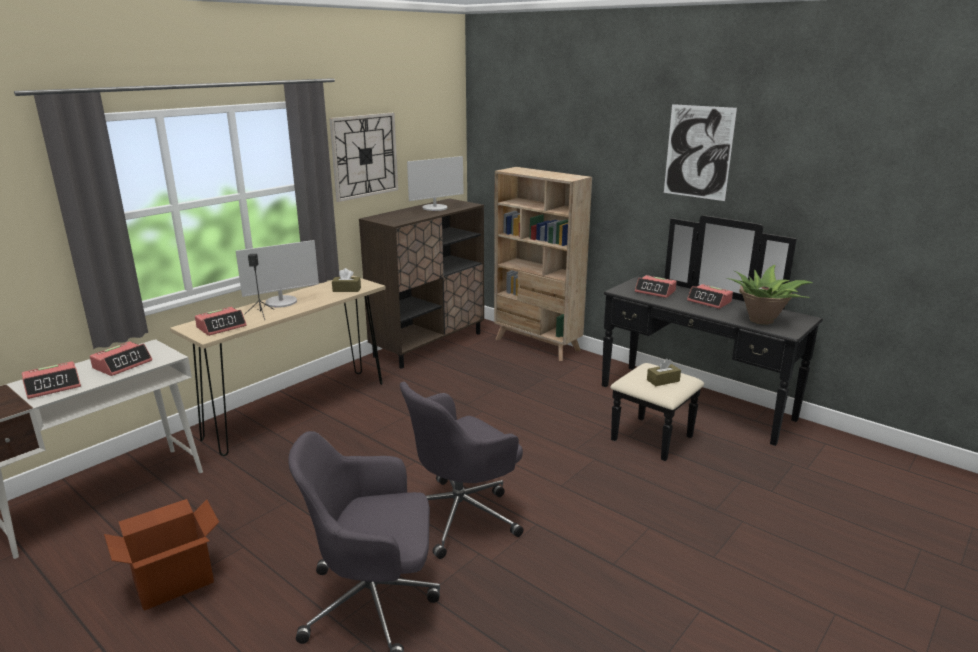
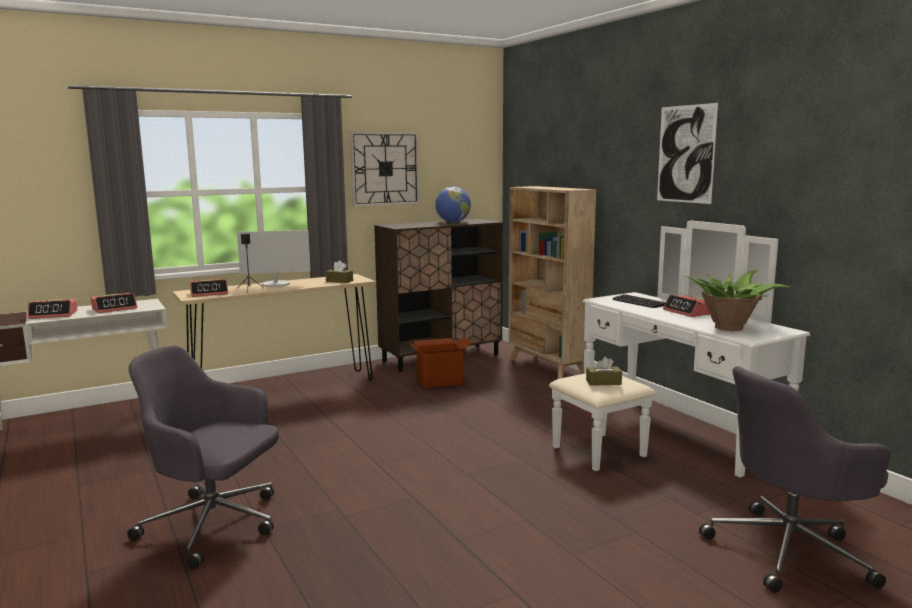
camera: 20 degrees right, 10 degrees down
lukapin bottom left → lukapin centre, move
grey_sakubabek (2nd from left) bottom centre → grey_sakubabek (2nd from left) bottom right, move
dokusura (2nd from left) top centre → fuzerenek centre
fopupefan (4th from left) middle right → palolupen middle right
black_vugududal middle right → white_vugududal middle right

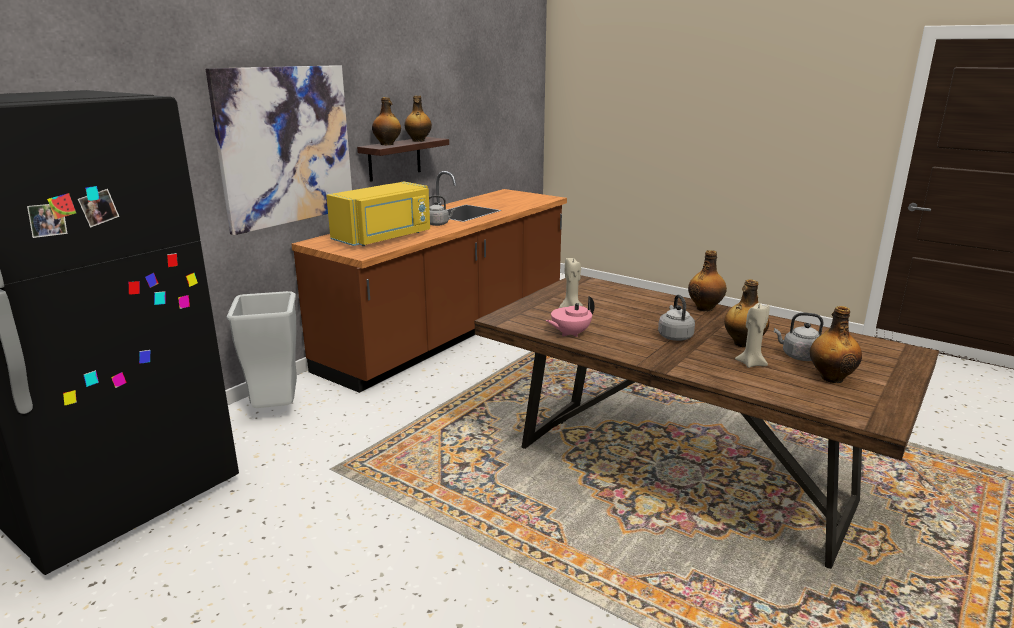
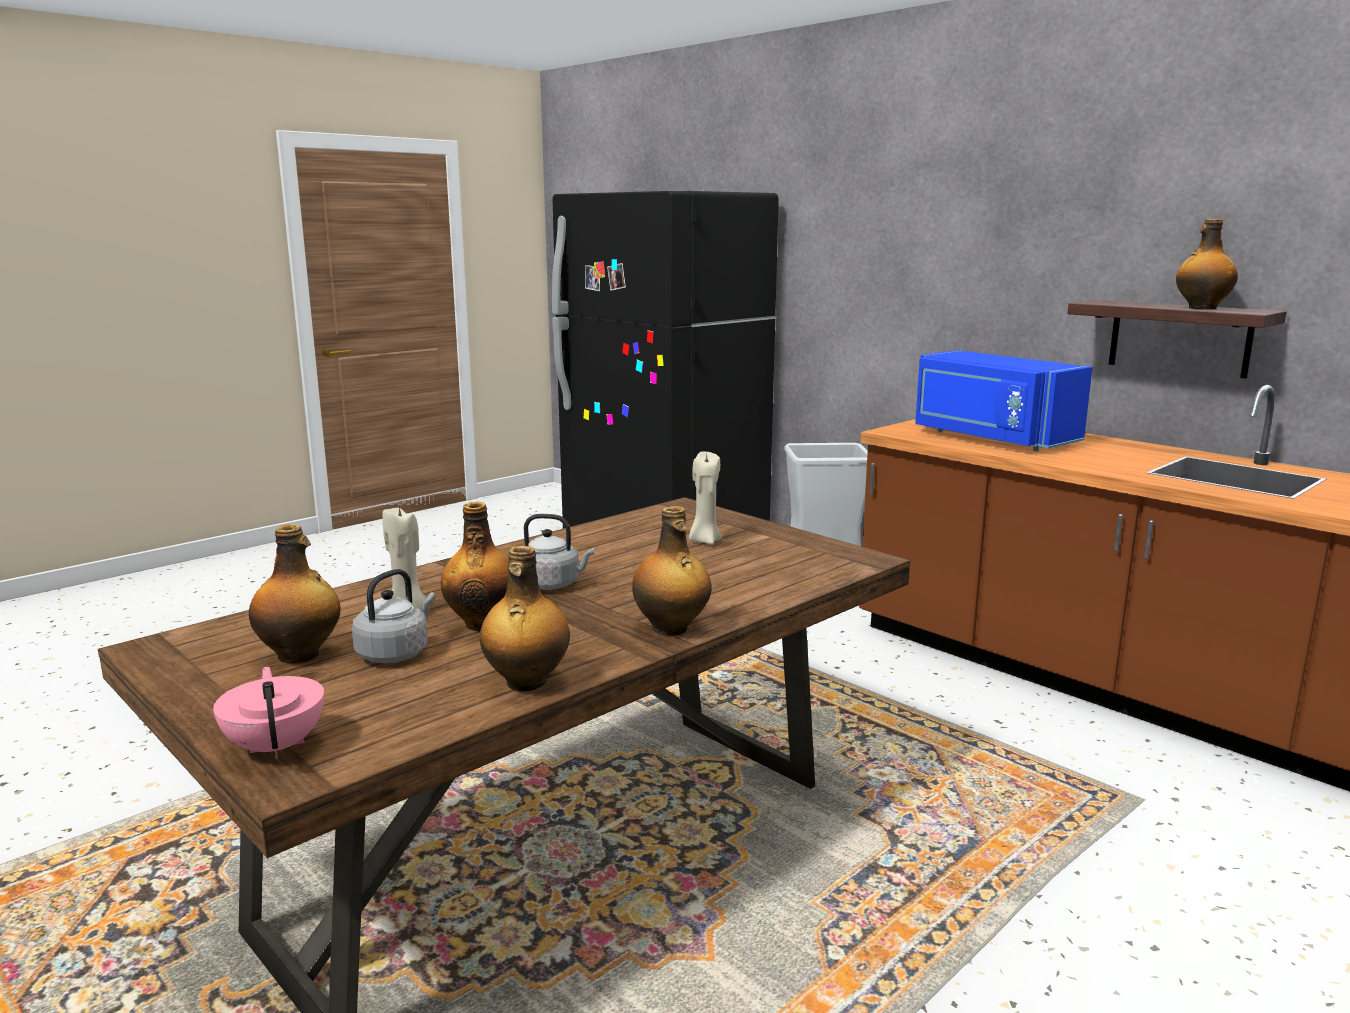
camera: 100 degrees right, 5 degrees down
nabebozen top left → -
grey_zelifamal (1st from left) centre → -
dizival (1st from left in the first image) top centre → dizival (3rd from left) centre, move
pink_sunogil centre → pink_sunogil bottom left, move
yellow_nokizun centre → blue_nokizun middle right

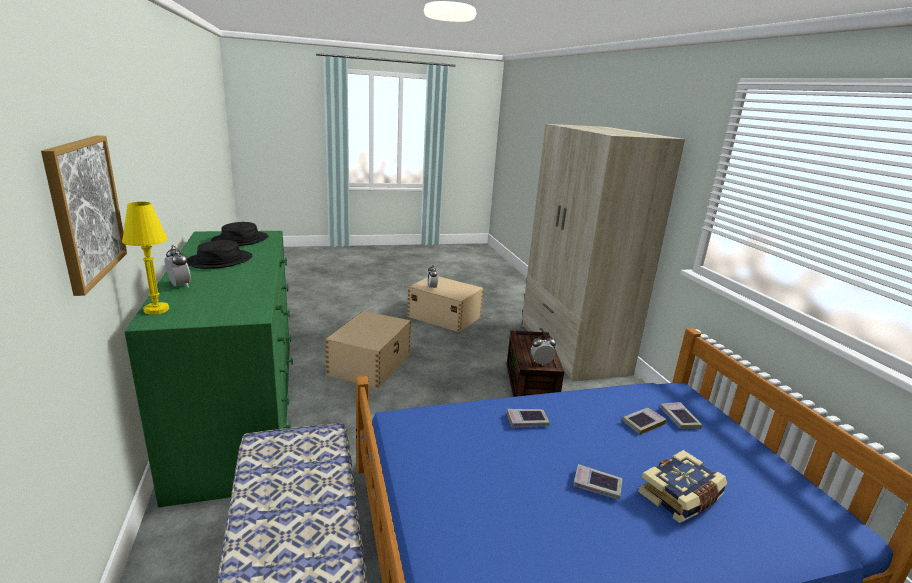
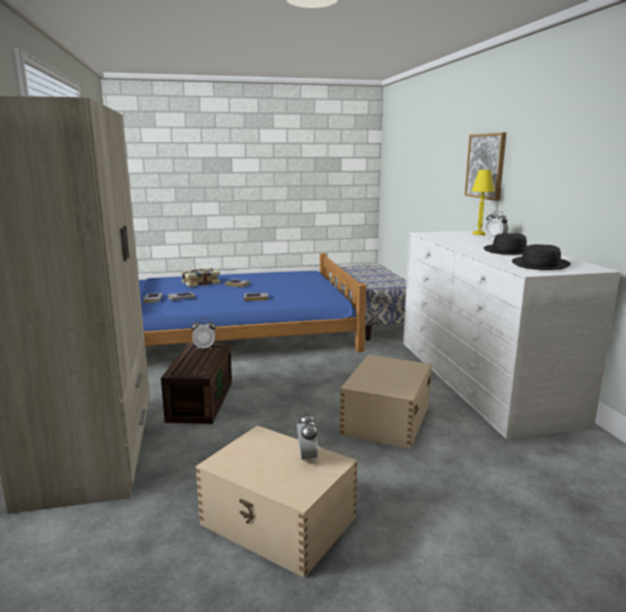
camera: 175 degrees left, 5 degrees down
green_vugududal middle left → white_vugududal middle right

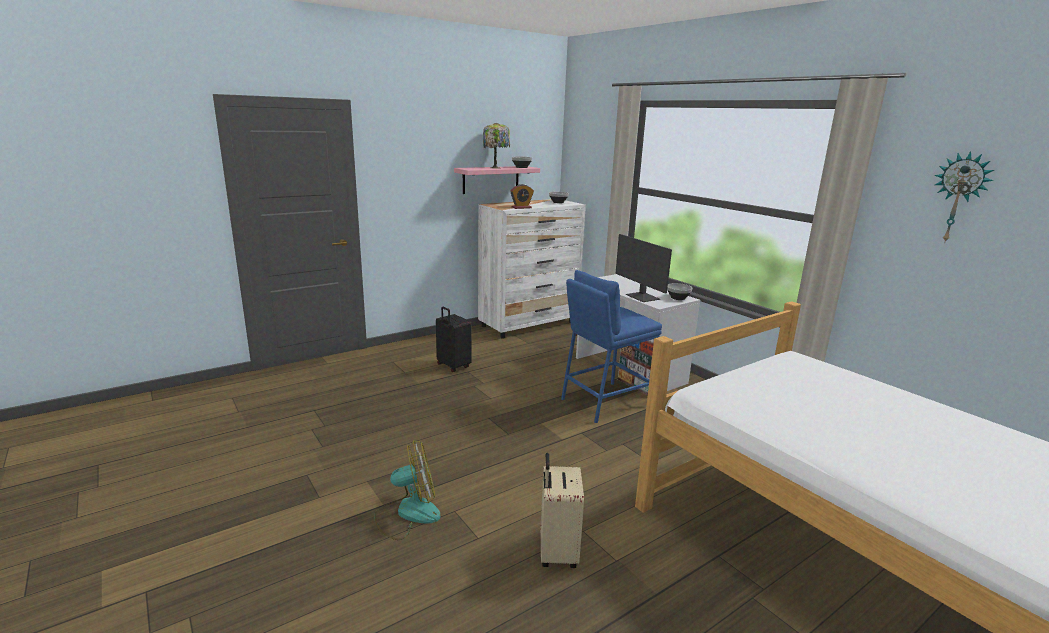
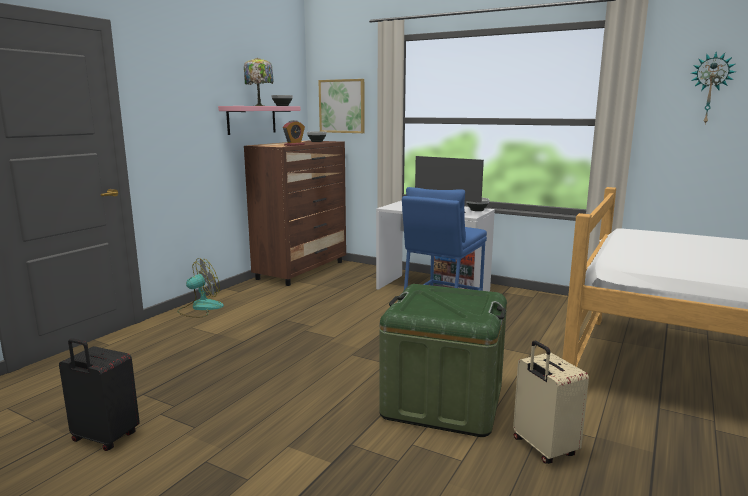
camera: 25 degrees left, 5 degrees down
- → nabebozen top centre
- → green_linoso bottom centre
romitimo bottom centre → romitimo middle left, move
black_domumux centre → black_domumux bottom left, move
white_vugududal centre → brown_vugududal centre

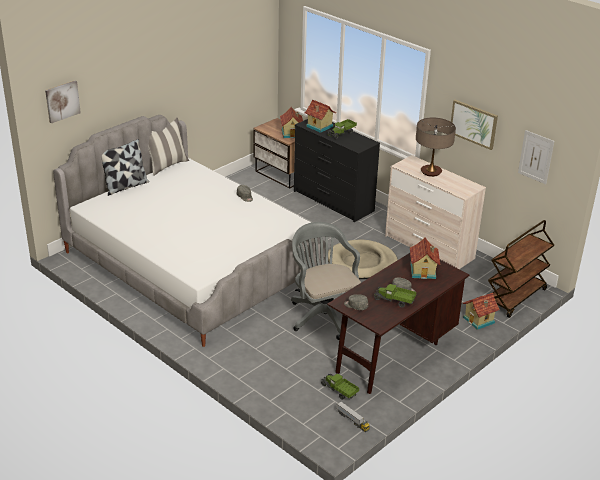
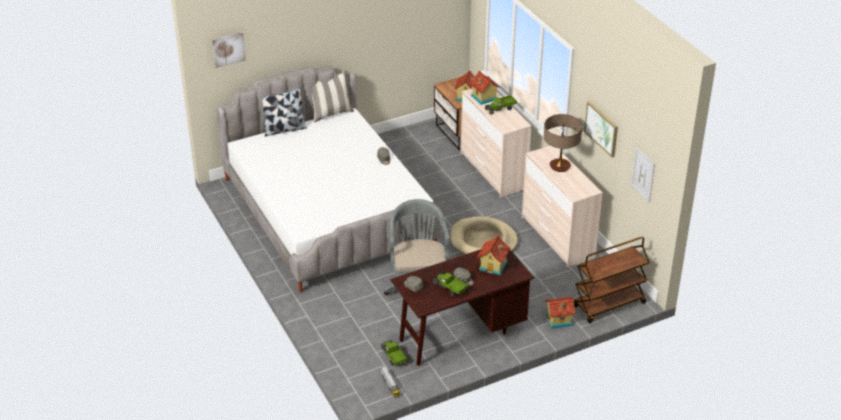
camera: 20 degrees right, 5 degrees up
black_vugududal centre → beige_vugududal (1st from left) centre

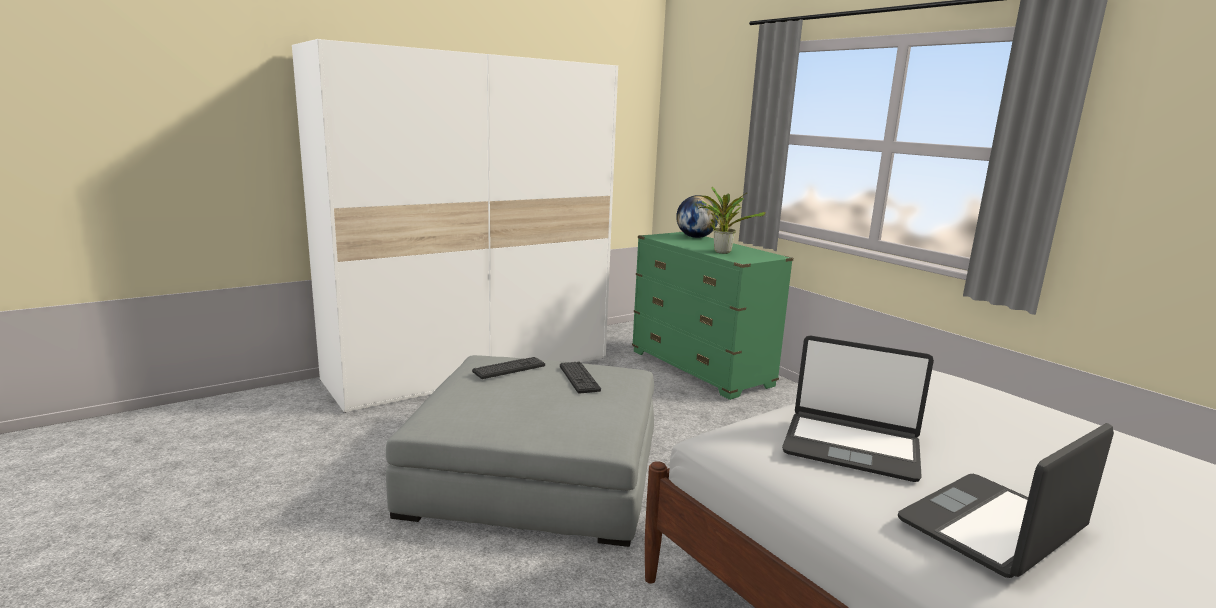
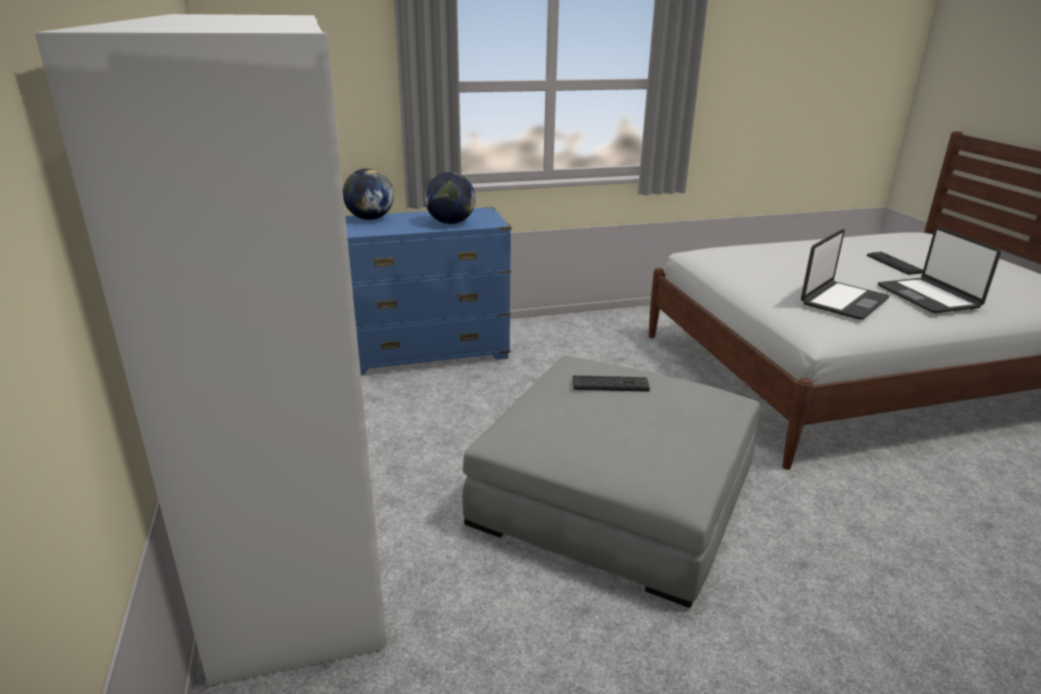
camera: 70 degrees left, 10 degrees up
palolupen (1st from left in the first image) centre → palolupen (2nd from left) middle right, move
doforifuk centre → fuzerenek (2nd from left) top centre
green_vugududal centre → blue_vugududal centre

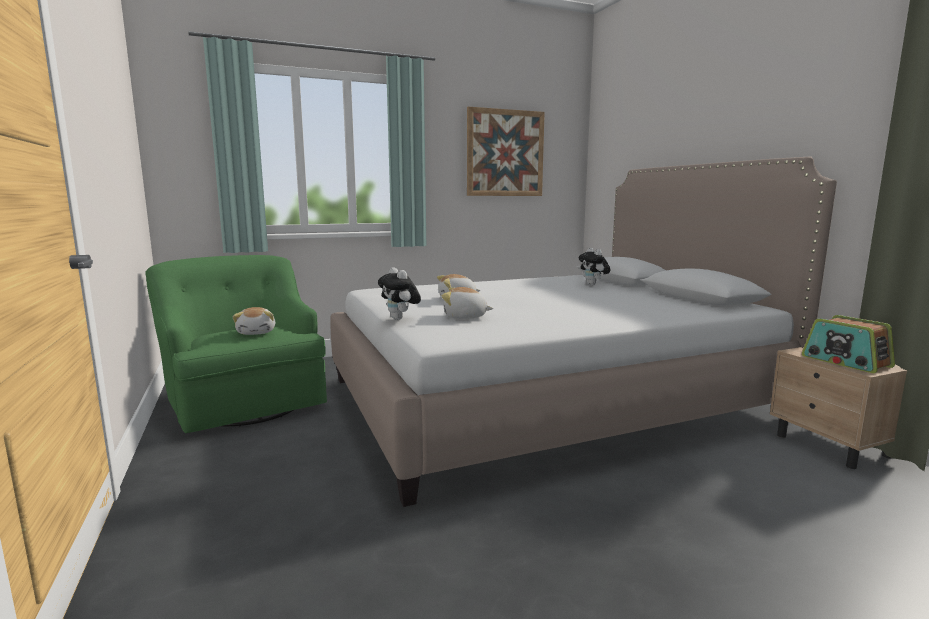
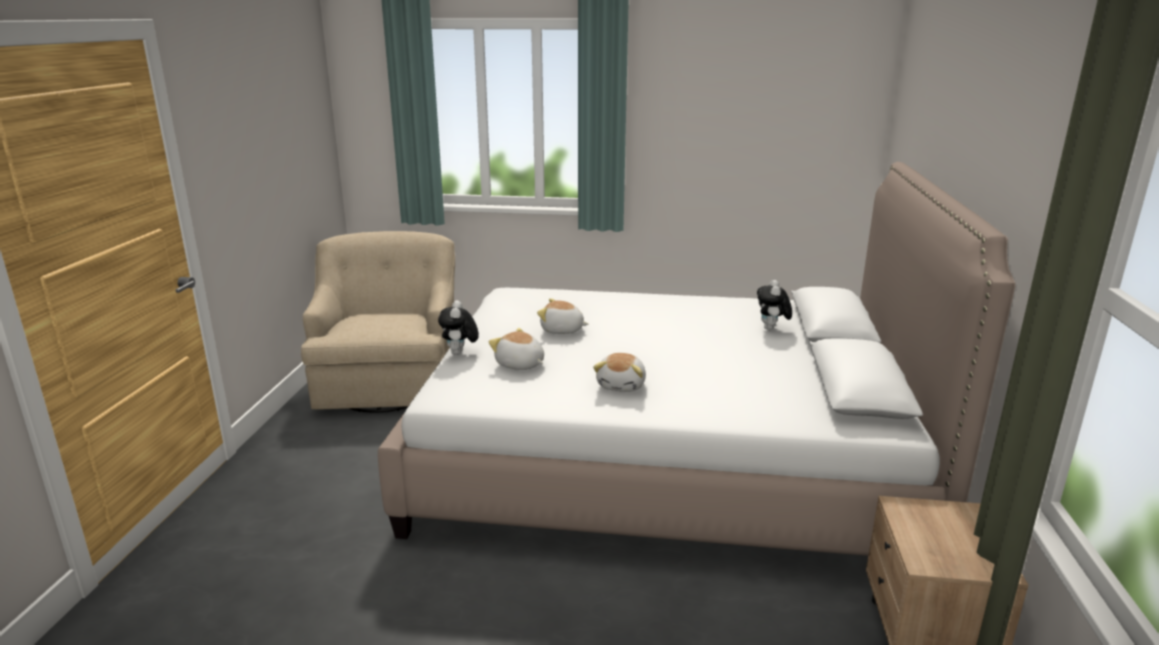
camera: 30 degrees right, 10 degrees up
nabebozen top centre → -
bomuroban middle right → -
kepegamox (1st from left in the first image) middle left → kepegamox (4th from left) centre, move
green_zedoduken middle left → beige_zedoduken middle left

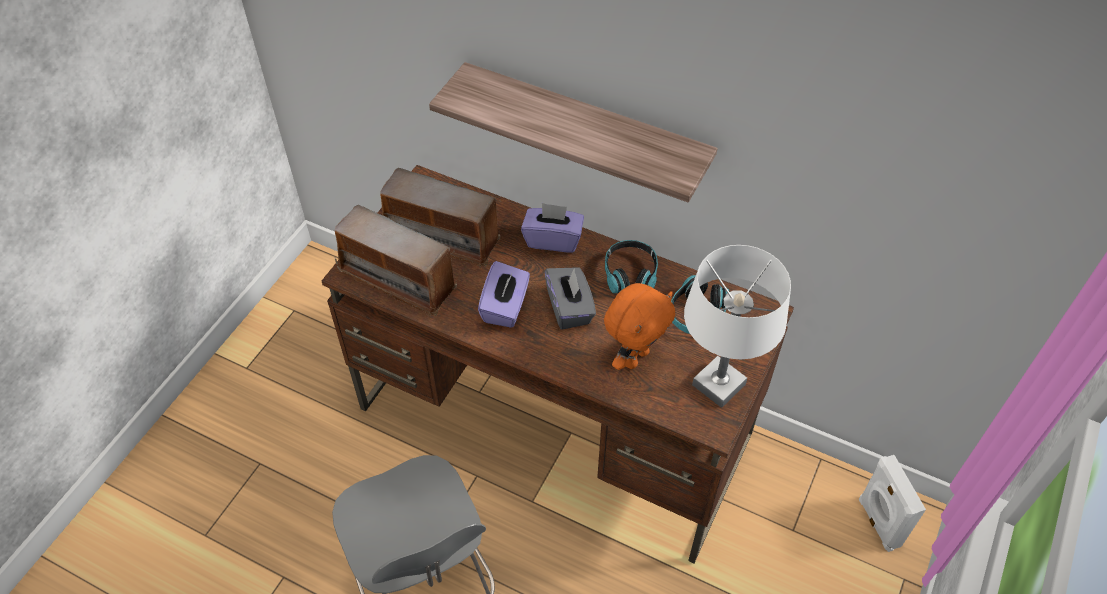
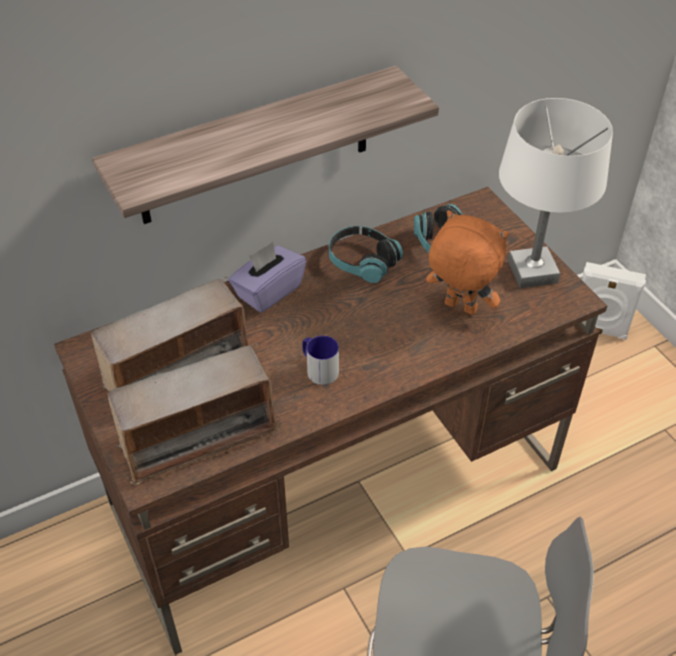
camera: 55 degrees left, 5 degrees down
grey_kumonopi centre → -
purple_kumonopi (1st from left) centre → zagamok centre
orange_kepegamox centre → orange_kepegamox middle right, 45 degrees counterclockwise

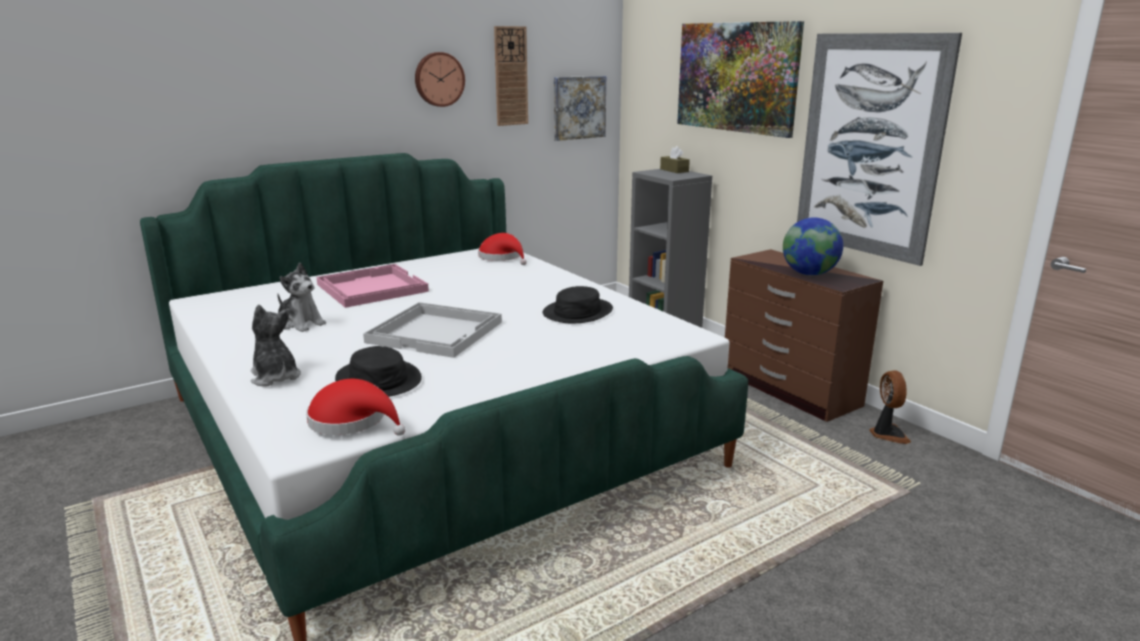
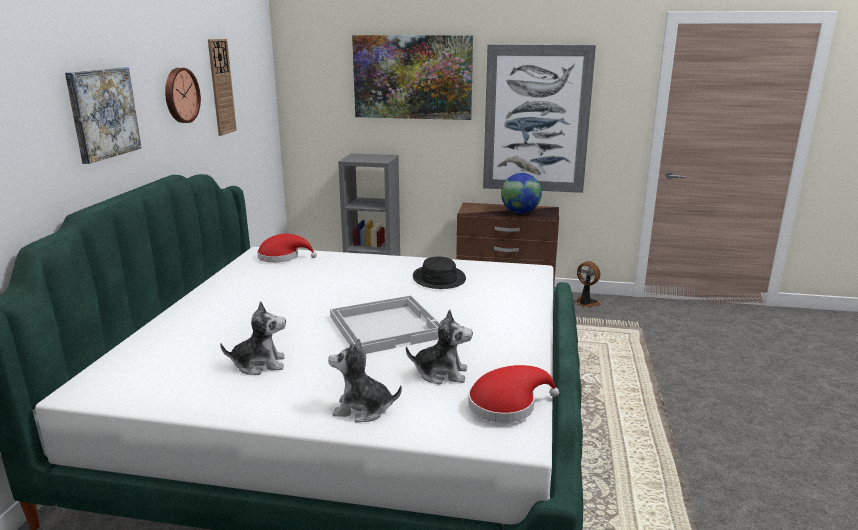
camera: 45 degrees left, 0 degrees up
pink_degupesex middle left → -
brown_kumonopi top centre → -
nabebozen (1st from left) top centre → nabebozen (1st from left) top left, move
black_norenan (1st from left) middle left → kepegamox (3rd from left) centre

